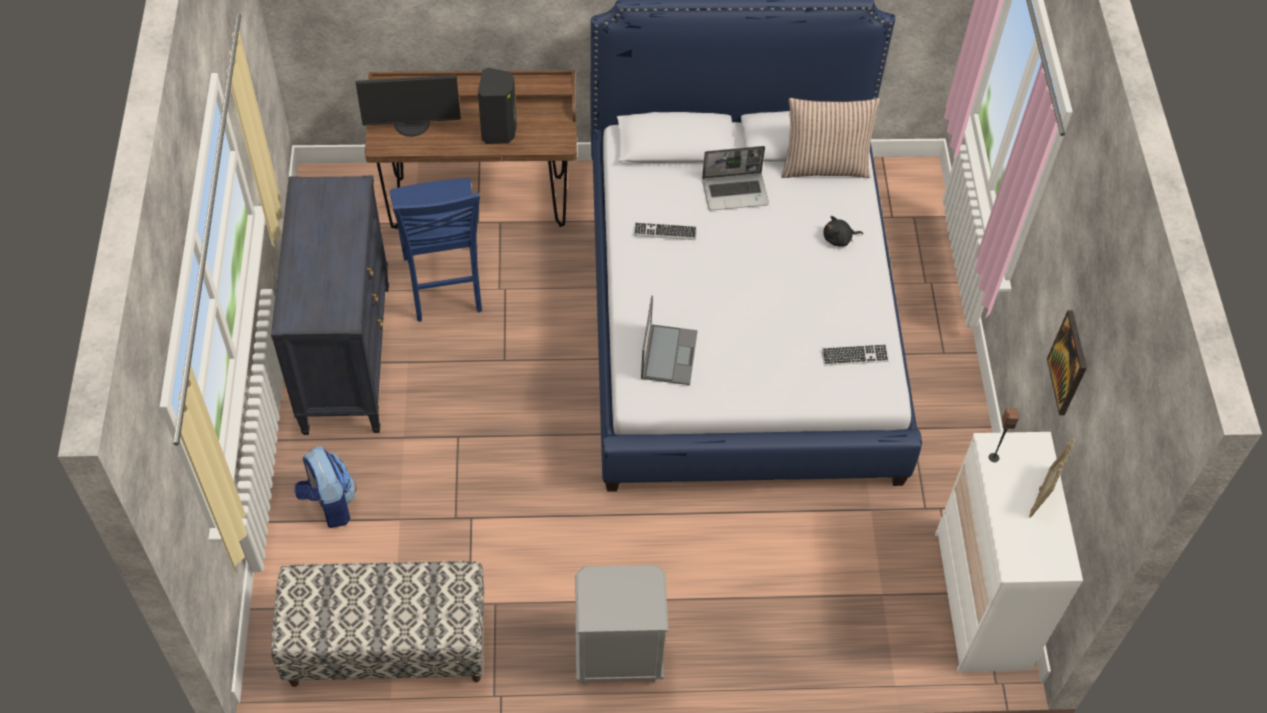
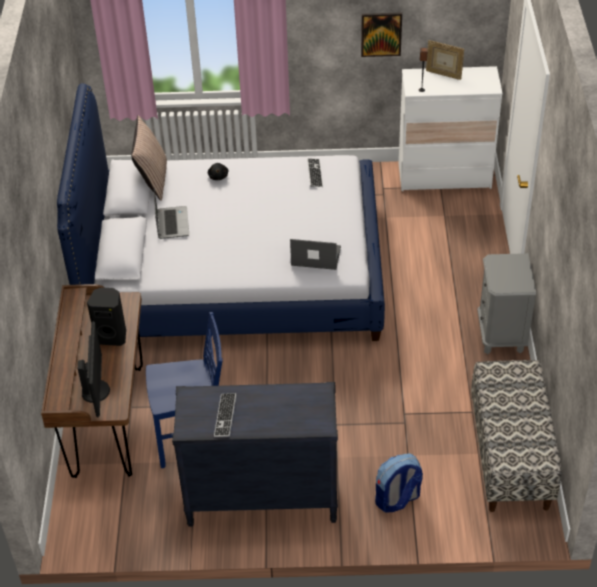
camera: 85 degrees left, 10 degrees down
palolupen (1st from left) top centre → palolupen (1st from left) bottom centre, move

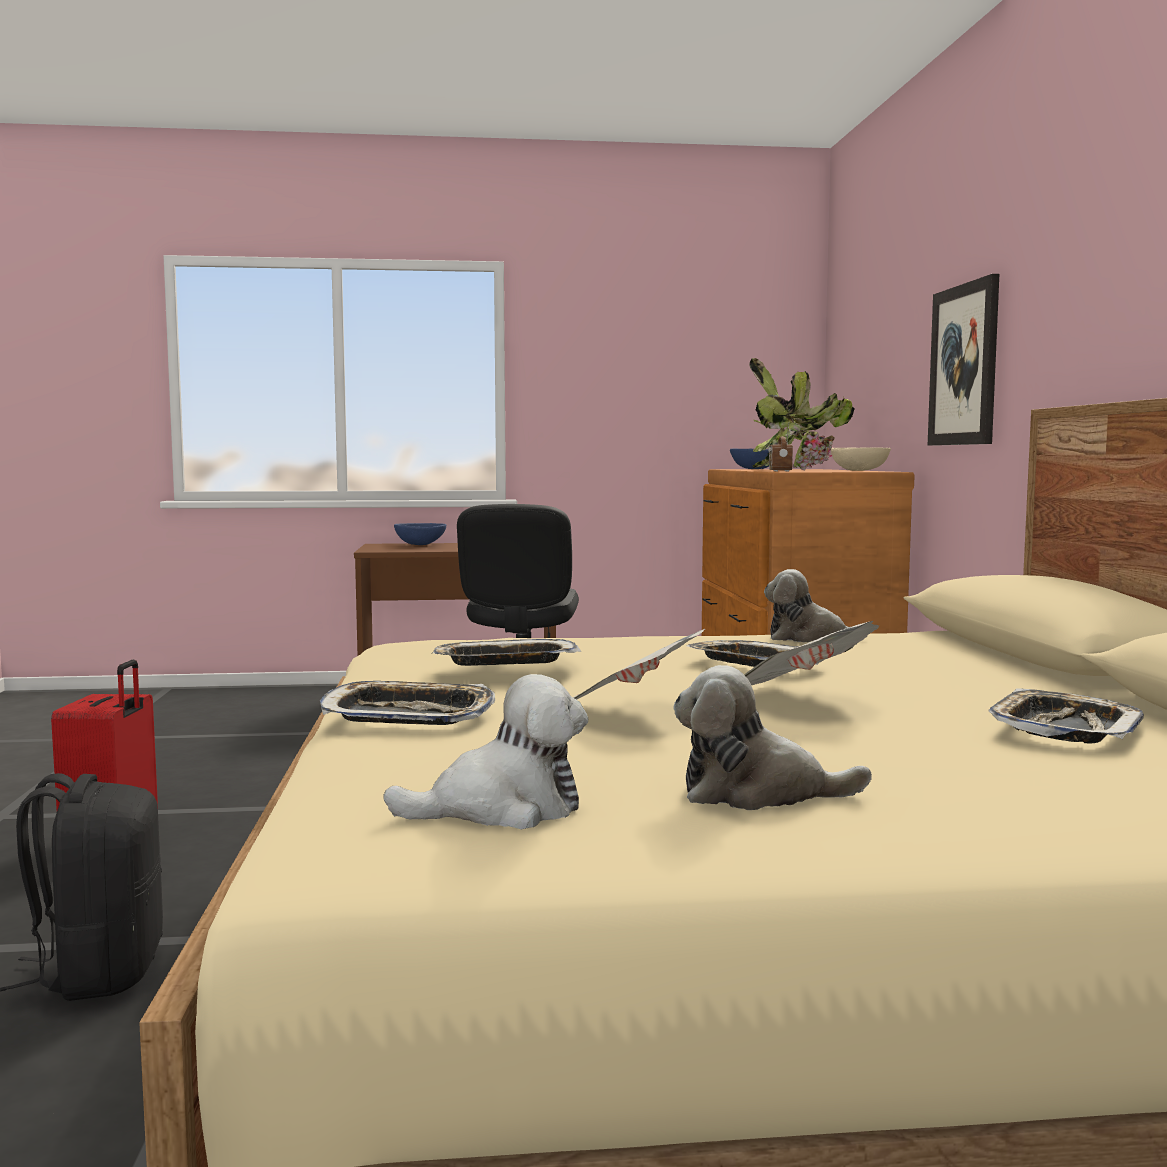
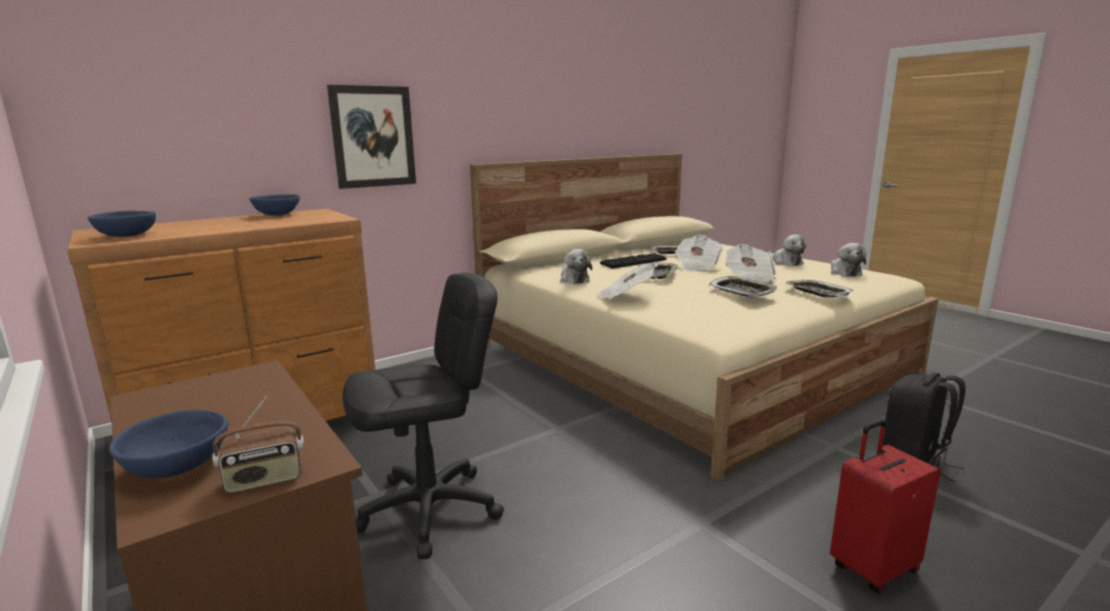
camera: 120 degrees left, 10 degrees up
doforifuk middle right → -
- → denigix (1st from left) centre
- → palolupen centre
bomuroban middle right → bomuroban bottom left, move
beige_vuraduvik middle right → blue_vuraduvik (3rd from left) middle left
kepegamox (1st from left in the first image) centre → kepegamox (3rd from left) middle right, 135 degrees counterclockwise

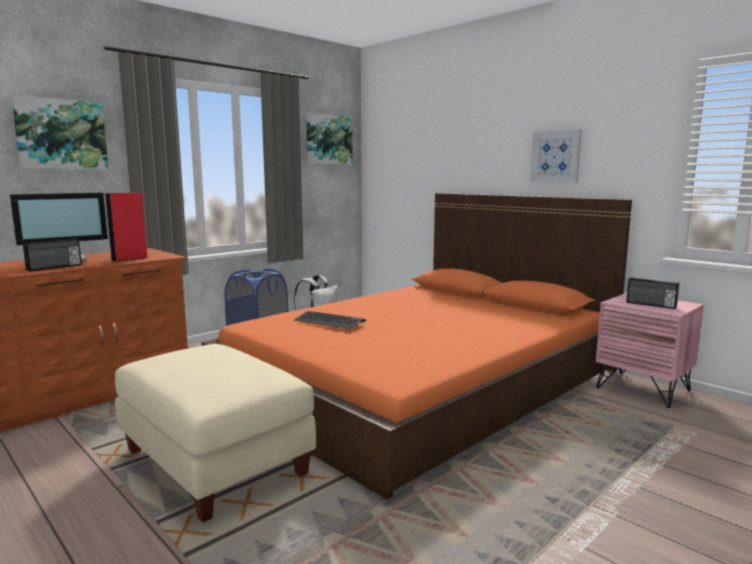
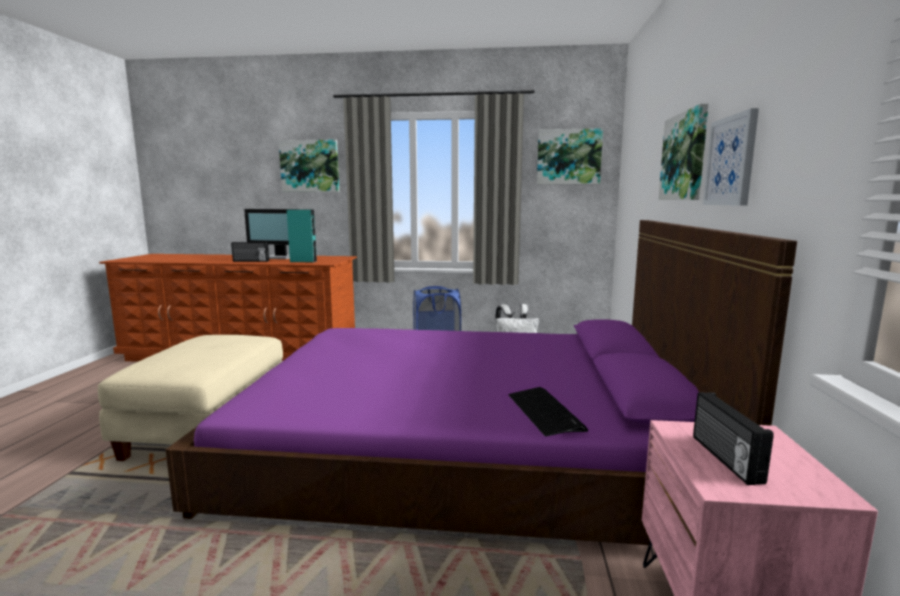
camera: 50 degrees right, 0 degrees up
- → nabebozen (3rd from left) top right
palolupen centre → palolupen bottom centre, move
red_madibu middle left → turquoise_madibu centre
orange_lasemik centre → purple_lasemik centre

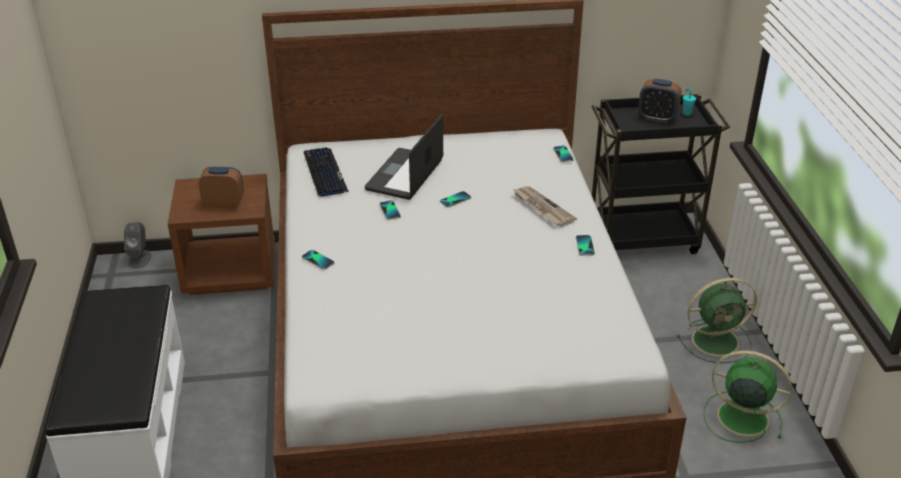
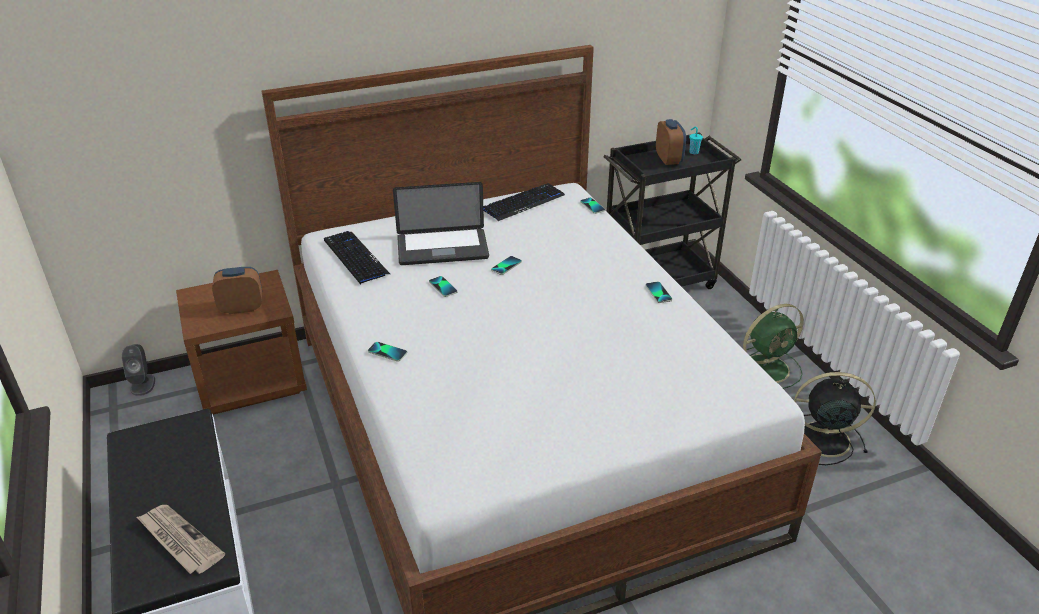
camera: 15 degrees left, 0 degrees up
- → palolupen (2nd from left) top centre
denigix centre → denigix bottom left, move
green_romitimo (2nd from left) bottom right → black_romitimo bottom right
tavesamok top centre → tavesamok centre, 105 degrees counterclockwise
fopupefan (2nd from left) top right → fopupefan (2nd from left) top centre, 105 degrees counterclockwise

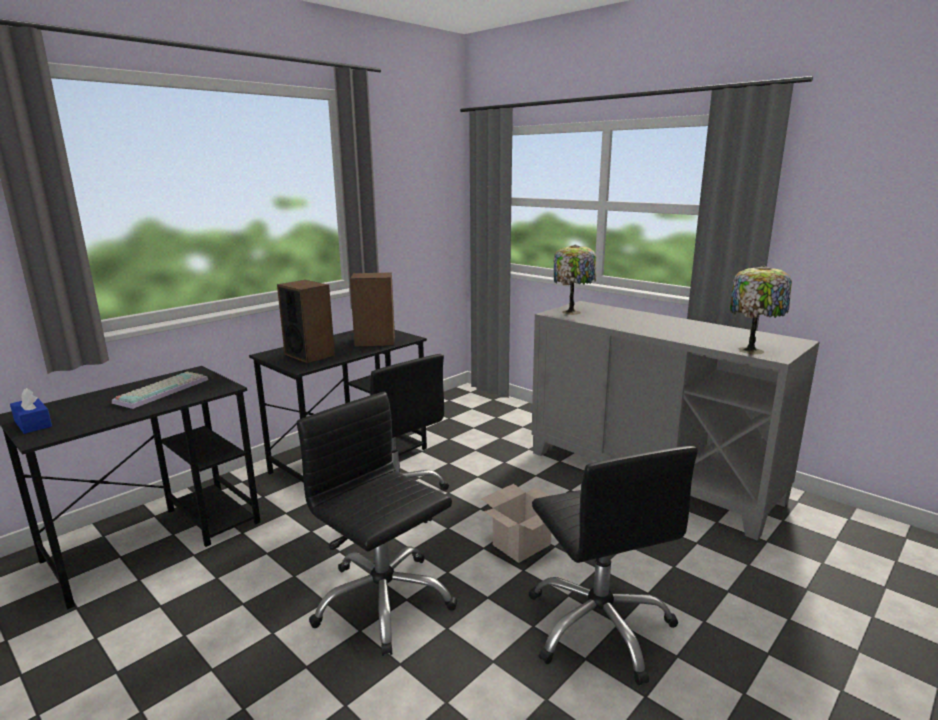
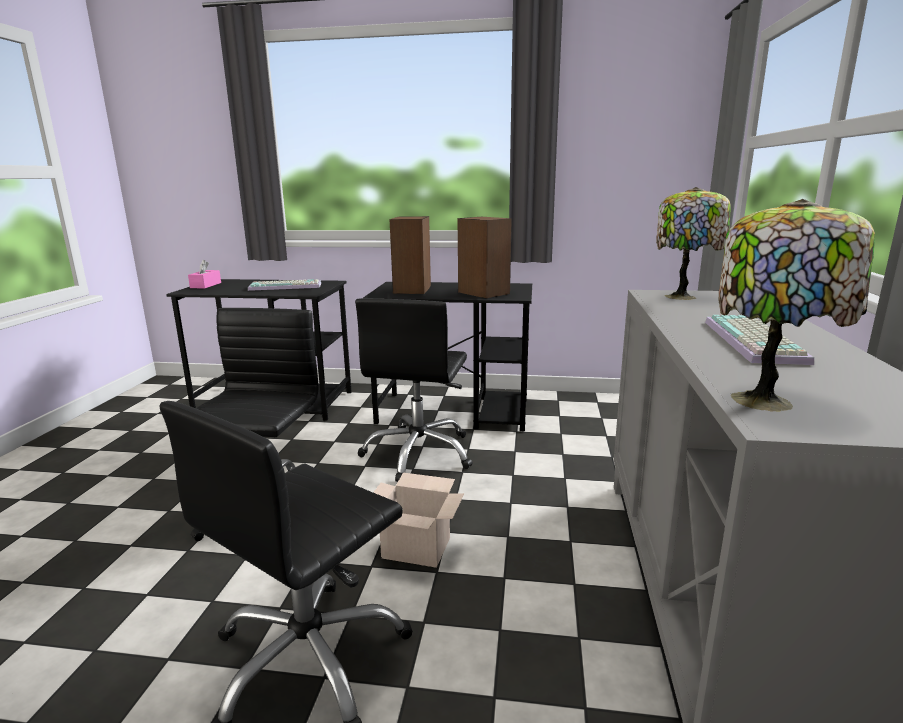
camera: 55 degrees right, 0 degrees up
- → palolupen (2nd from left) middle right
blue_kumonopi middle left → pink_kumonopi middle left

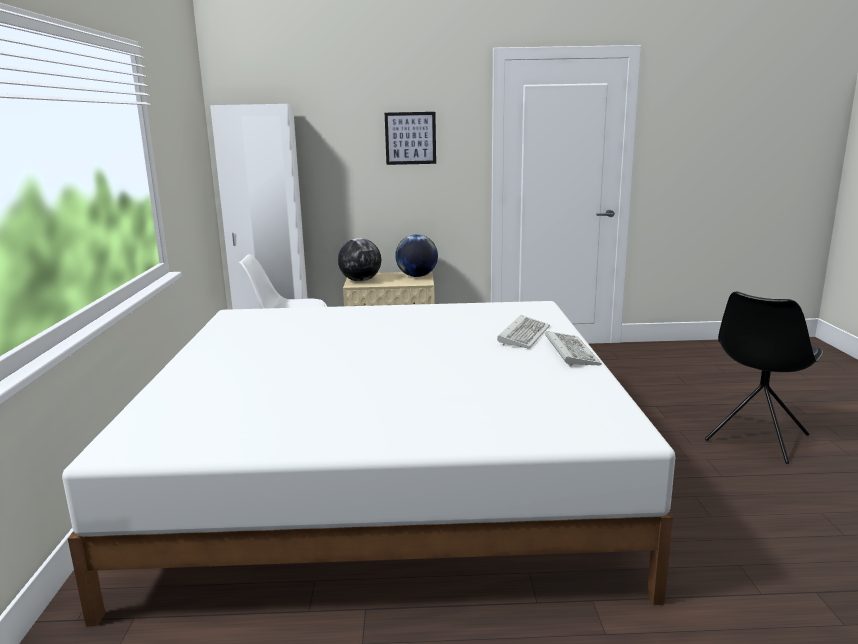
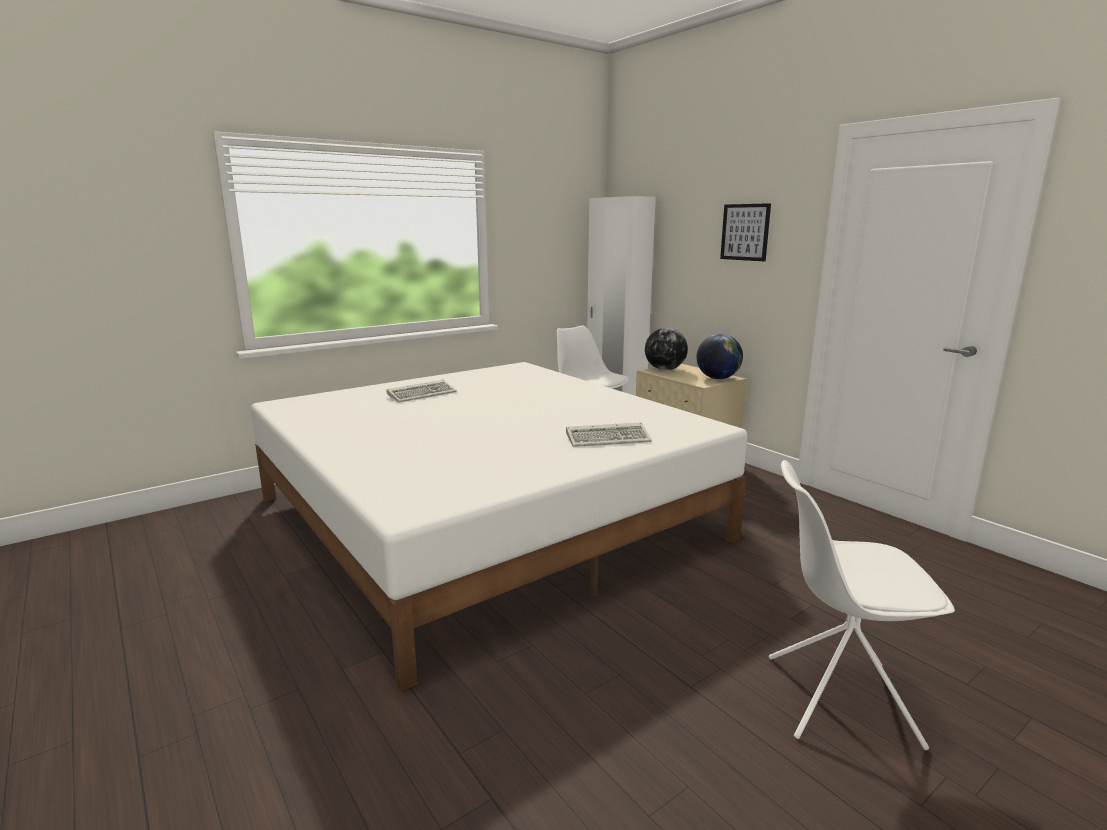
camera: 55 degrees right, 0 degrees up
palolupen (2nd from left in the first image) middle right → palolupen (1st from left) centre, move
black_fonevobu middle right → white_fonevobu (2nd from left) bottom right

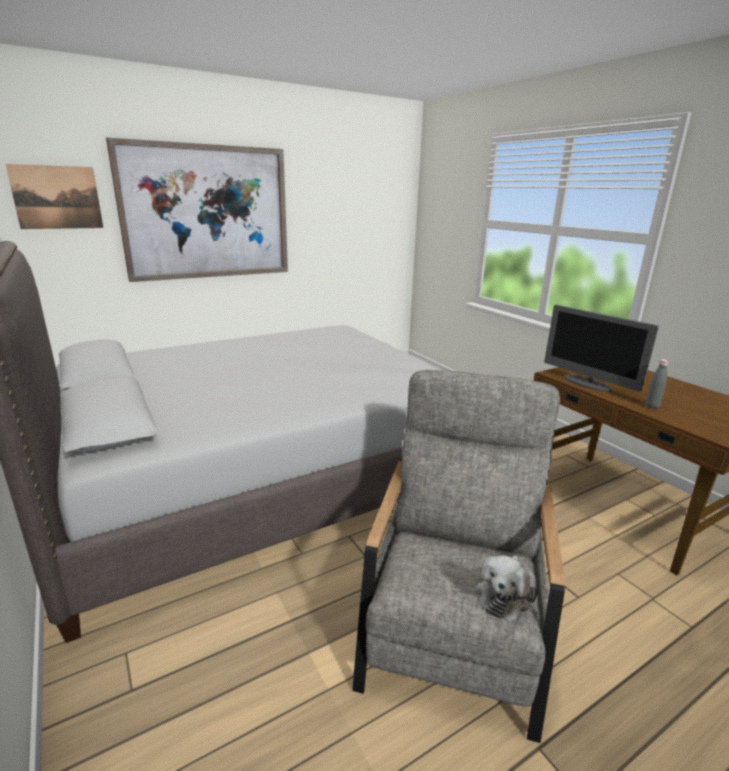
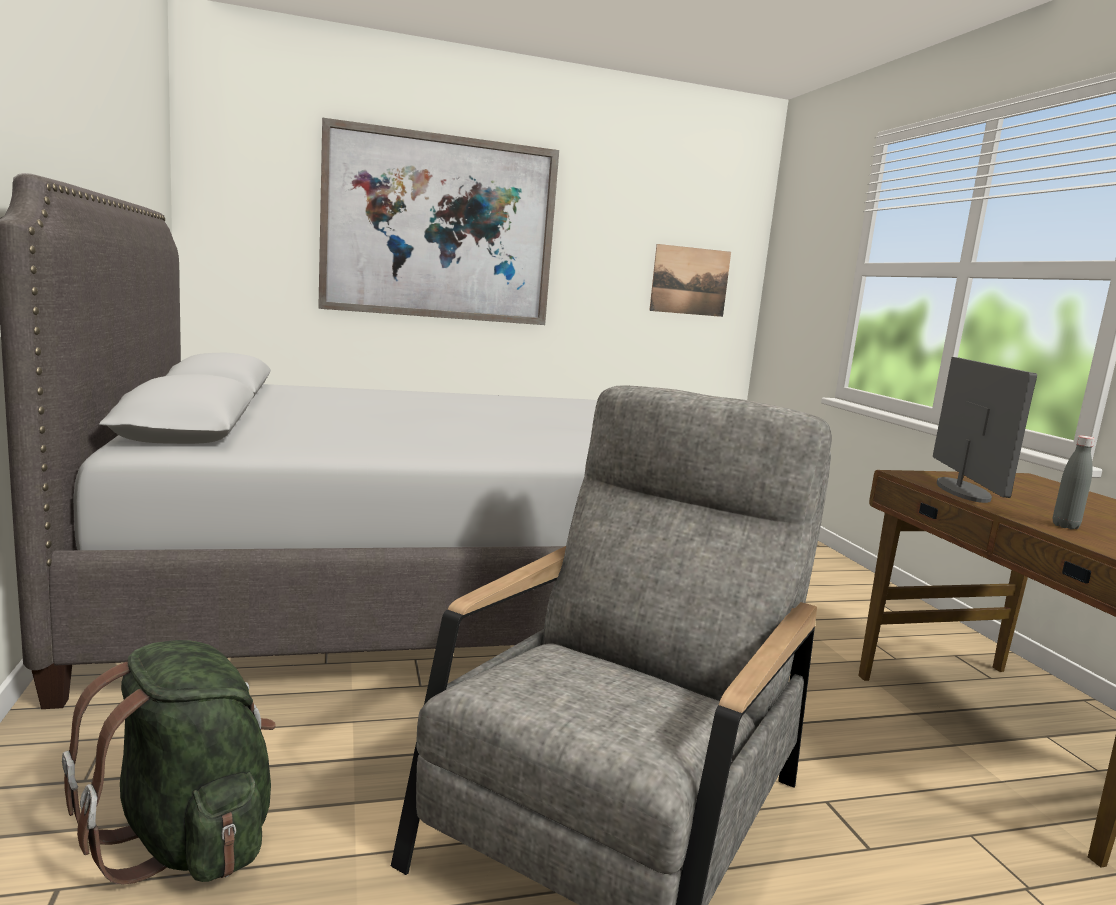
camera: 15 degrees right, 10 degrees down
kepegamox bottom right → -
- → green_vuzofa bottom left
nabebozen (1st from left in the first image) top left → nabebozen (2nd from left) top centre, move
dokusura middle right, 150 degrees counterclockwise

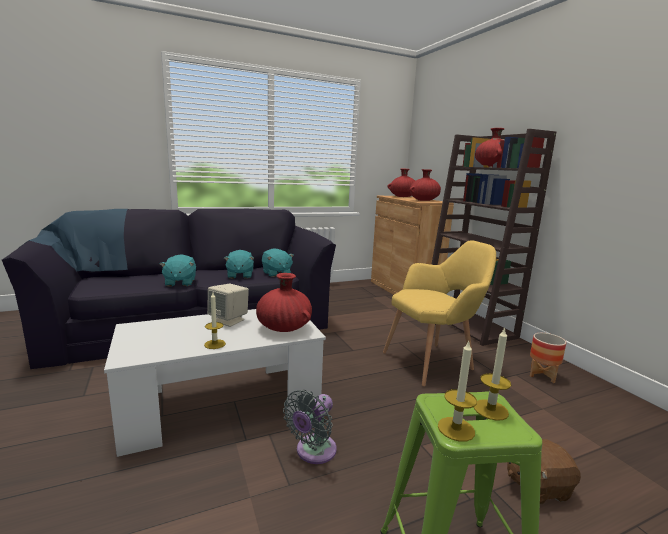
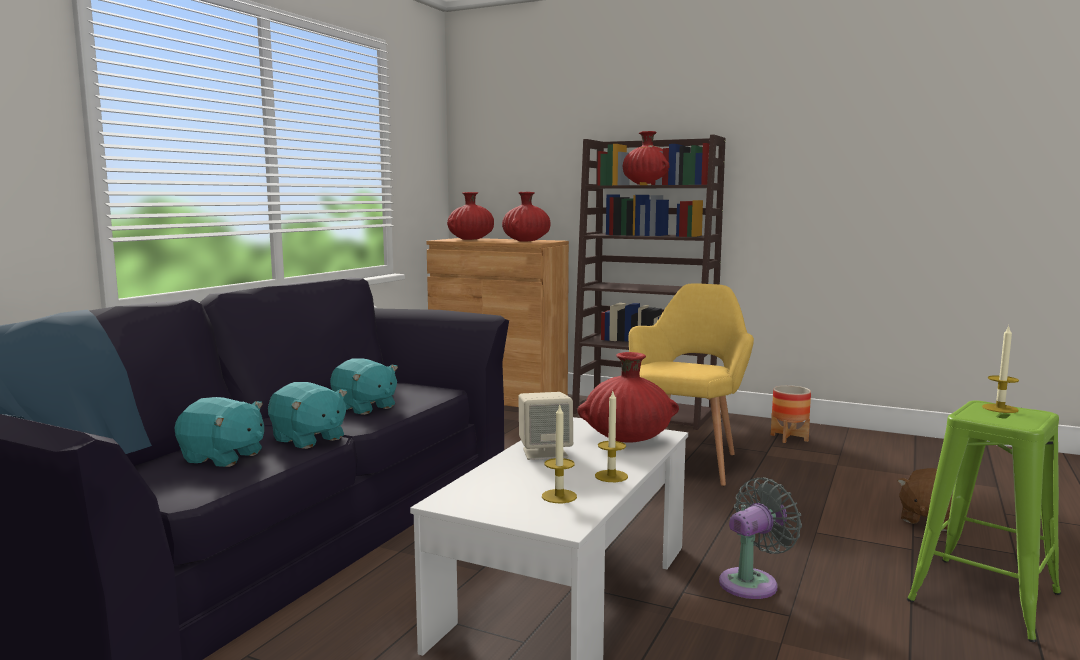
camera: 40 degrees left, 5 degrees down
turquoise_kepegamox (3rd from left in the first image) centre → turquoise_kepegamox (1st from left) middle left, move
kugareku (2nd from left in the first image) bottom right → kugareku (1st from left) bottom centre, move
grey_romitimo bottom centre → grey_romitimo bottom right, 120 degrees counterclockwise

